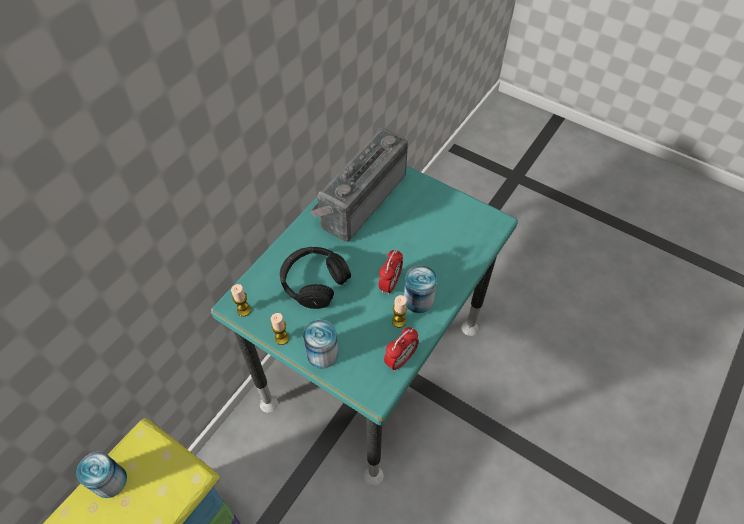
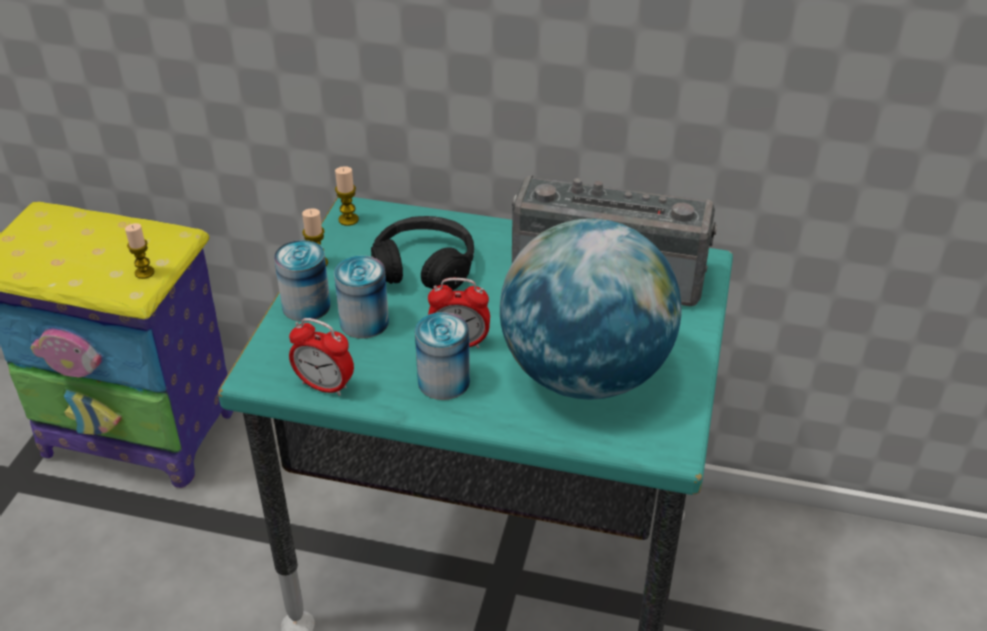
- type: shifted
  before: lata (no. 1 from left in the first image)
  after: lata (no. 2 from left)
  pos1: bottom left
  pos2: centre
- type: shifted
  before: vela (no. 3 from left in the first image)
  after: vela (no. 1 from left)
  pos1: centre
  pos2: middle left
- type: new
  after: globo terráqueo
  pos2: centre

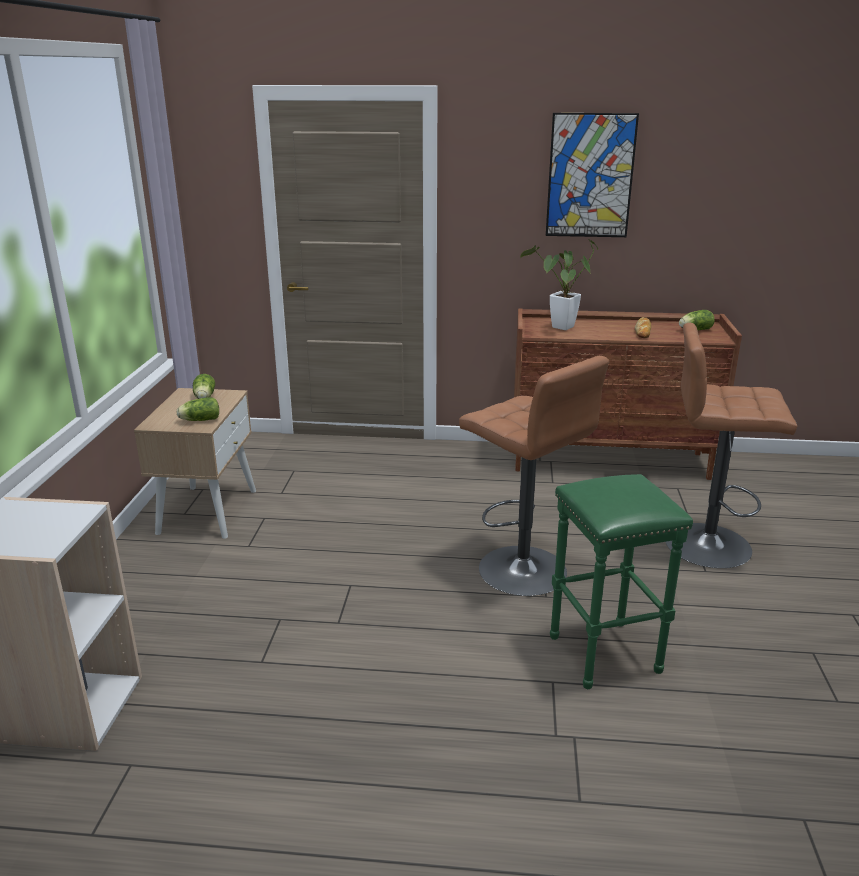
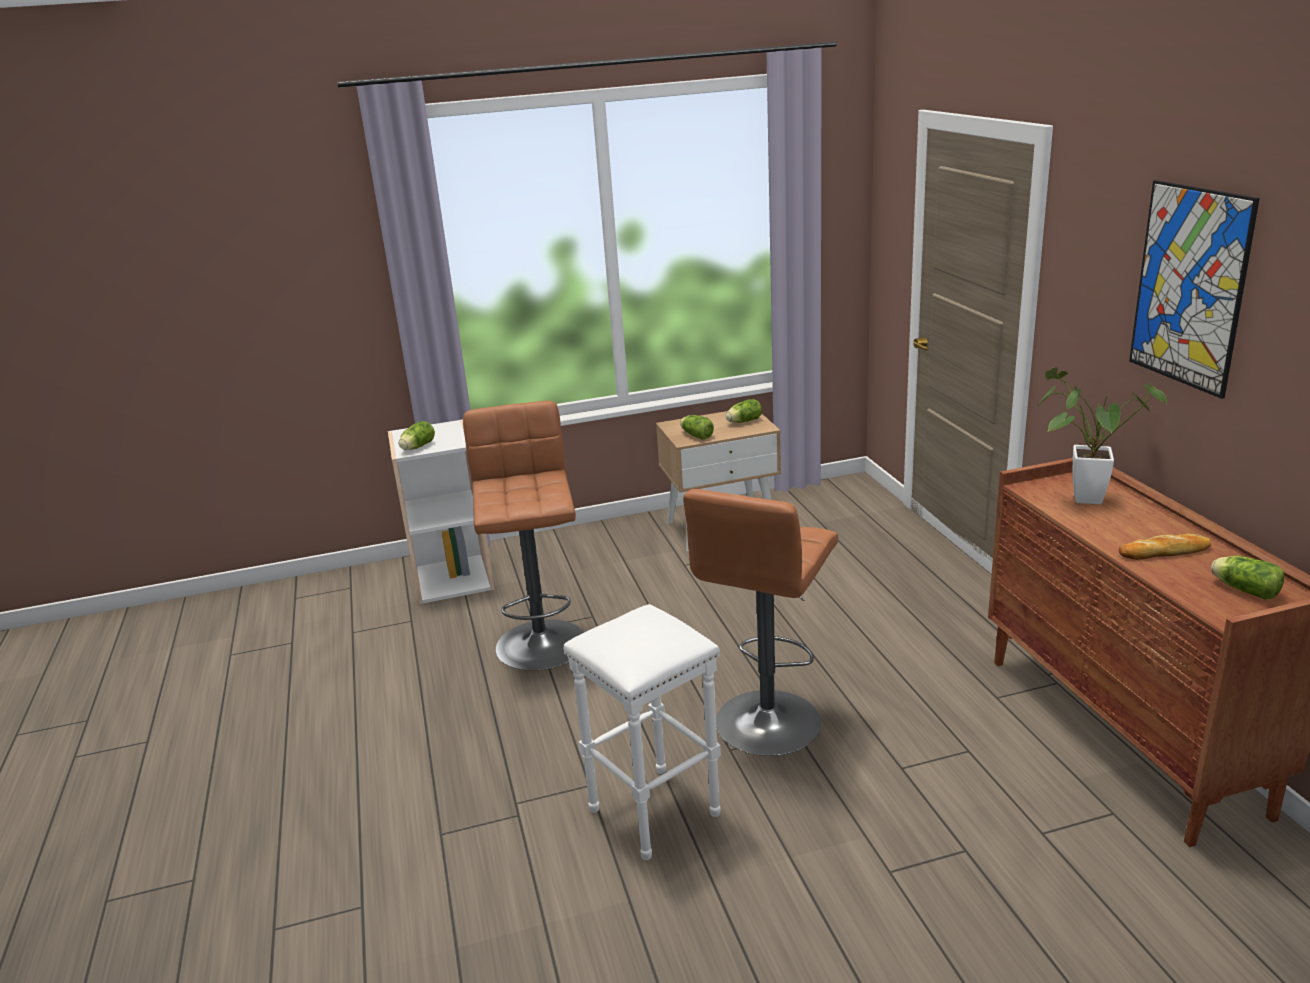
- type: repainted
  before: taburete [verde]
  after: taburete [blanco]
  pos1: middle right
  pos2: bottom centre
- type: shifted
  before: taburete [marrón] (no. 2 from left in the first image)
  after: taburete [marrón] (no. 1 from left)
  pos1: middle right
  pos2: centre
- type: new
  after: lechuga (no. 1 from left)
  pos2: middle left

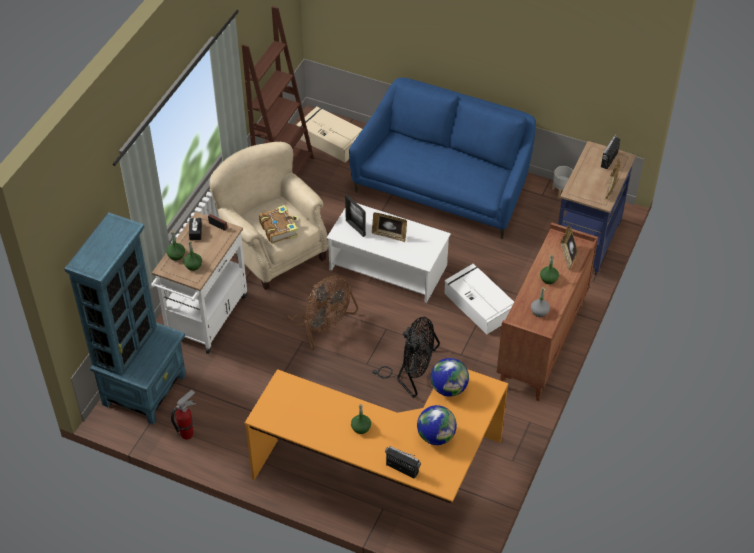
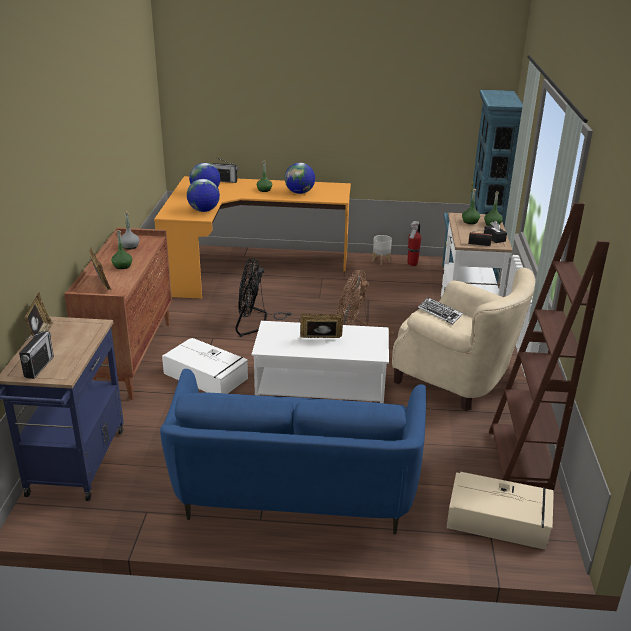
- type: swapped
  before: libro
  after: teclado
  pos1: centre
  pos2: middle right
- type: gone
  before: portarretratos (no. 1 from left)
  pos1: centre
- type: shifted
  before: maceta [gris]
  pos1: top right
  pos2: centre
- type: new
  after: globo terráqueo (no. 3 from left)
  pos2: top centre

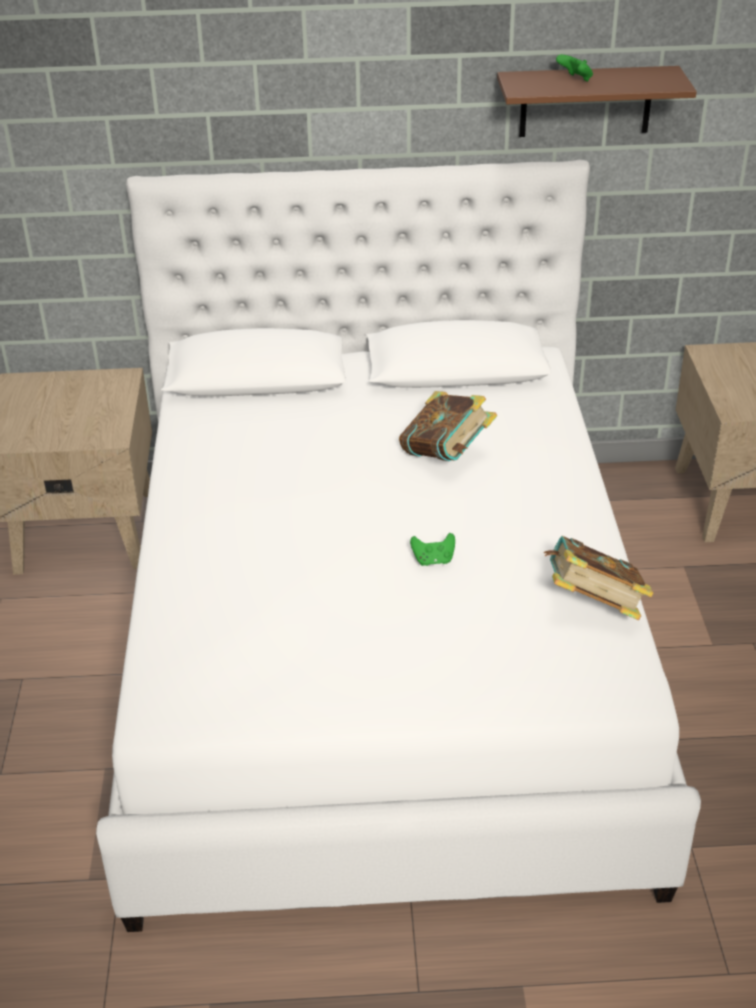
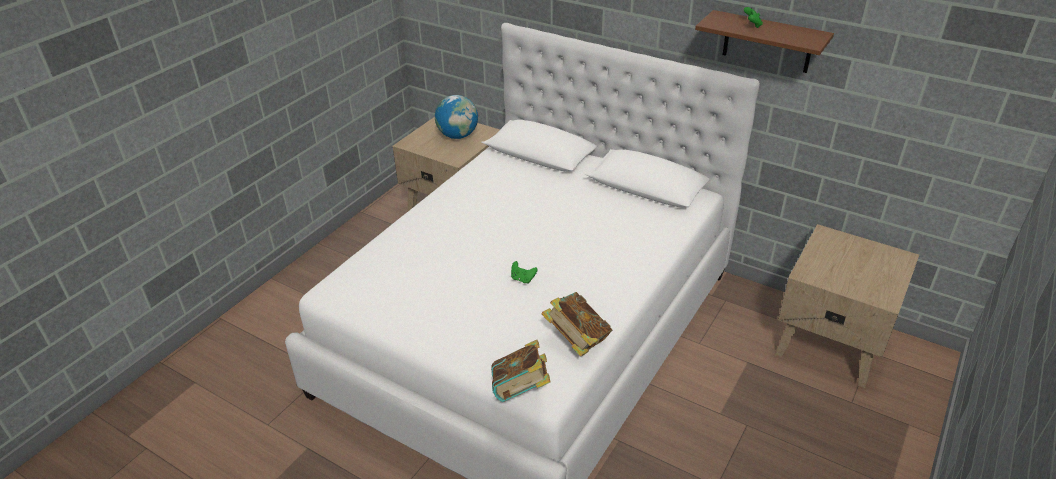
- type: shifted
  before: libro (no. 1 from left)
  pos1: centre
  pos2: bottom centre
- type: new
  after: globo terráqueo
  pos2: top centre

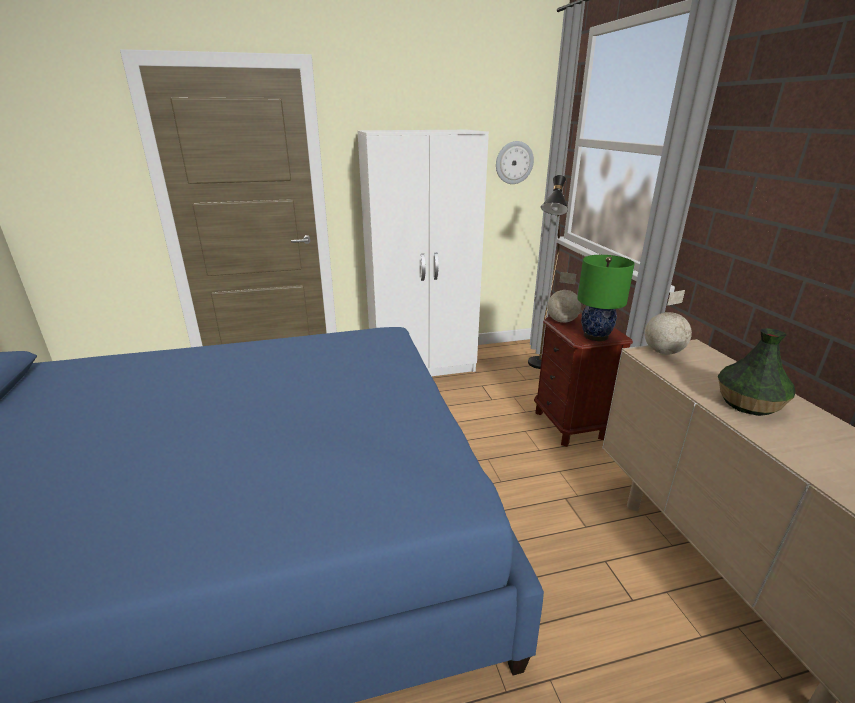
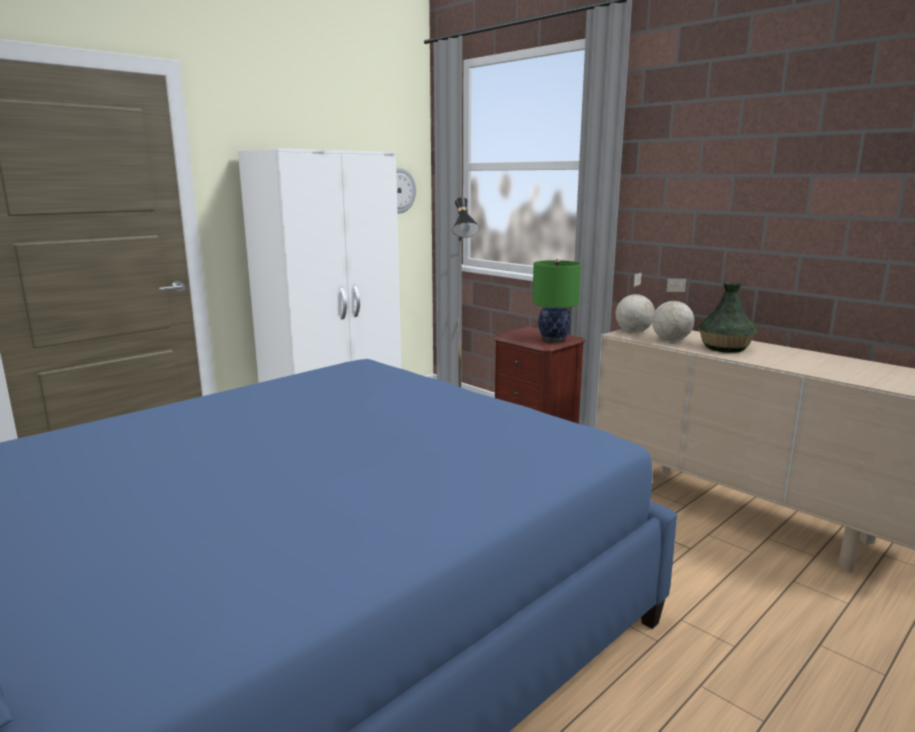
- type: shifted
  before: globo terráqueo (no. 1 from left in the first image)
  after: globo terráqueo (no. 2 from left)
  pos1: centre
  pos2: middle right

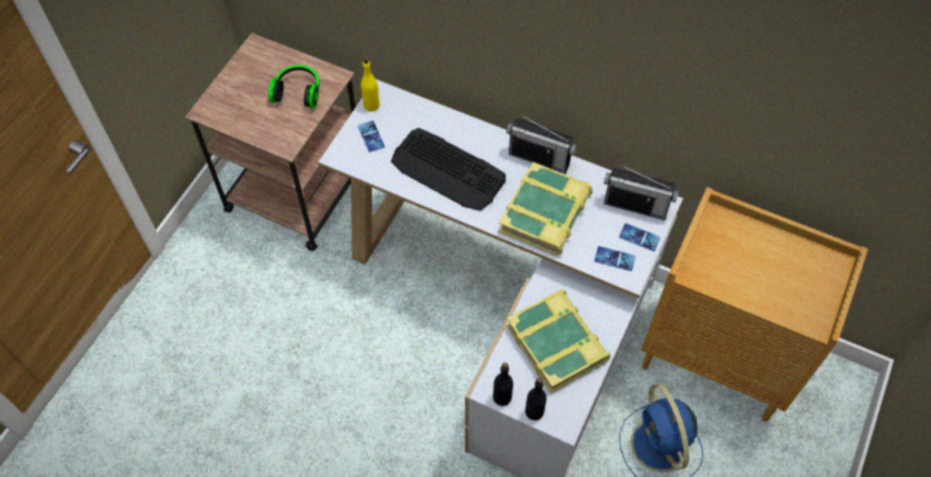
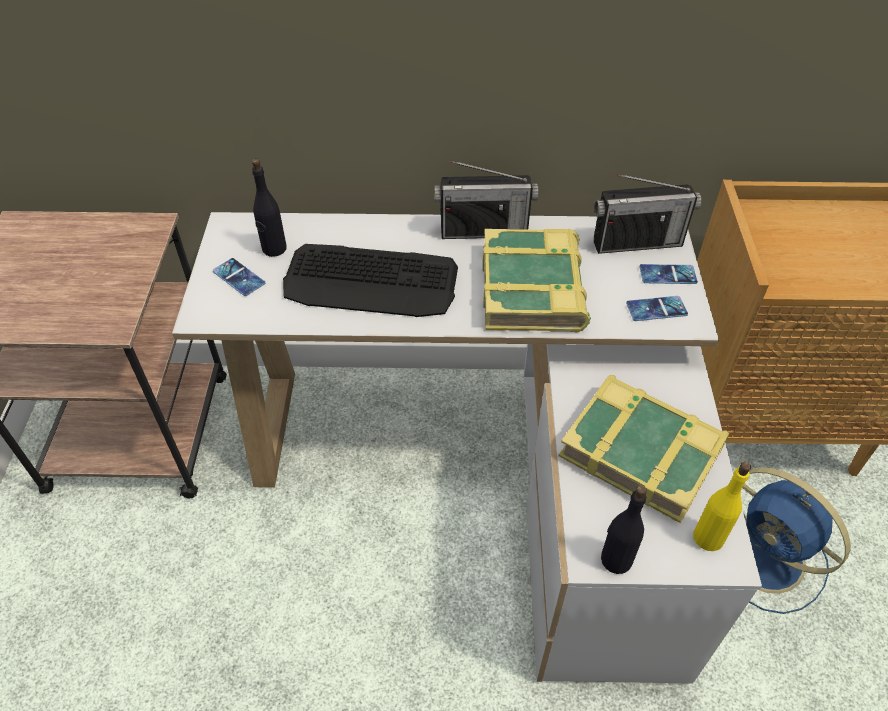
- type: gone
  before: auriculares
  pos1: top left
- type: shifted
  before: botella [amarillo]
  pos1: top centre
  pos2: bottom right
- type: shifted
  before: botella [negro] (no. 2 from left in the first image)
  after: botella [negro] (no. 1 from left)
  pos1: bottom centre
  pos2: top left

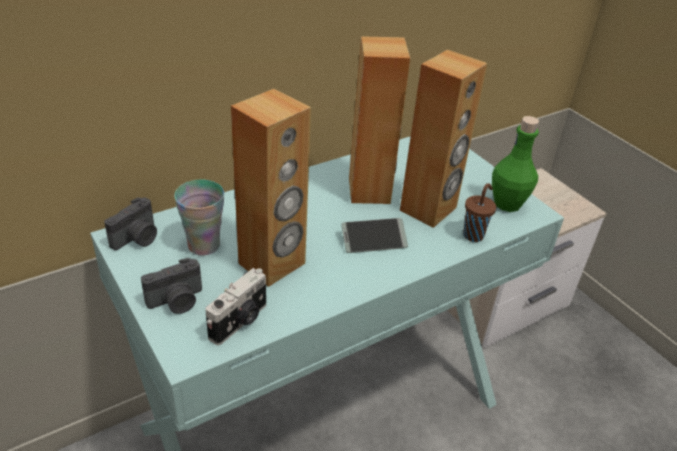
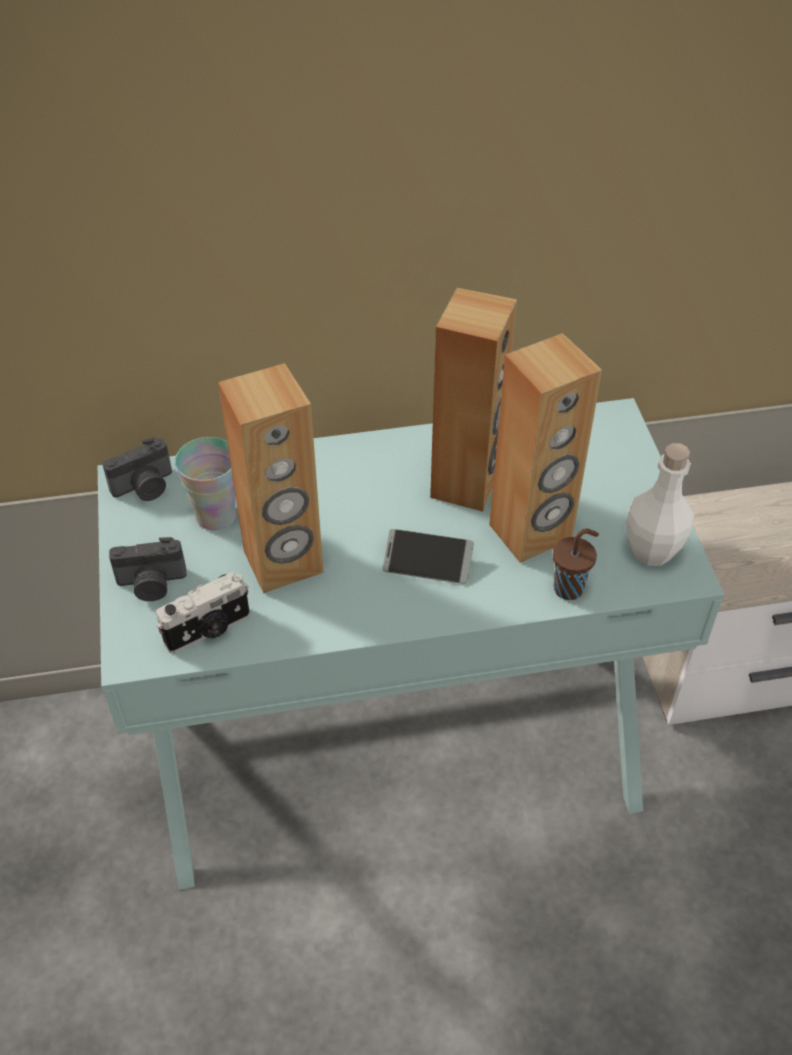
- type: repainted
  before: botella [verde]
  after: botella [blanco]
  pos1: middle right
  pos2: middle right

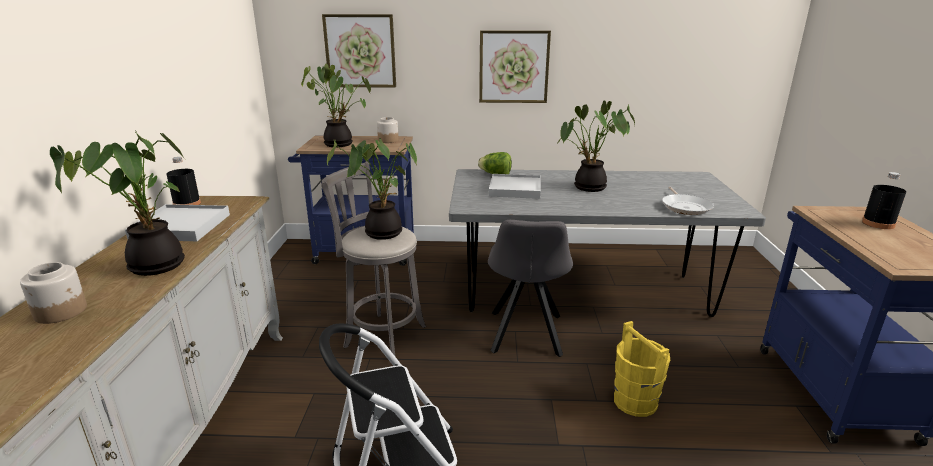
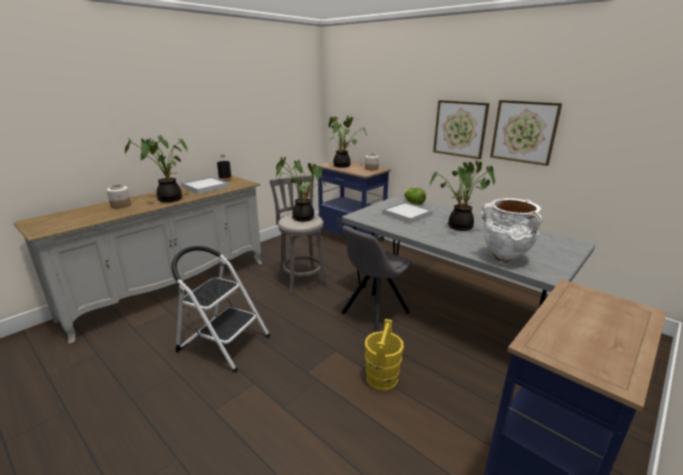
- type: shifted
  before: cuadro (no. 1 from left in the first image)
  after: cuadro (no. 2 from left)
  pos1: top centre
  pos2: top right
- type: swapped
  before: sartén
  after: florero [blanco]
  pos1: middle right
  pos2: middle right
- type: gone
  before: botella [negro] (no. 2 from left)
  pos1: middle right

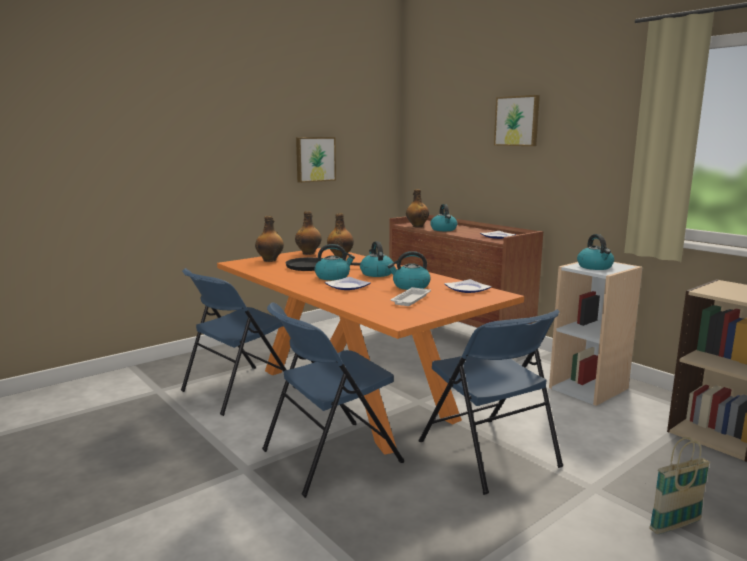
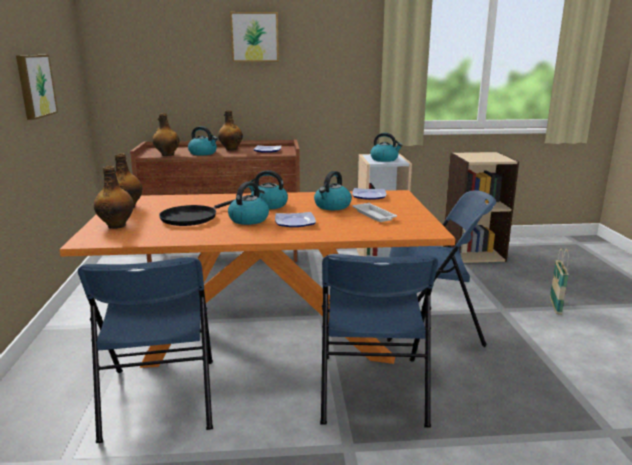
- type: shifted
  before: botella (no. 3 from left in the first image)
  after: botella (no. 4 from left)
  pos1: centre
  pos2: top centre

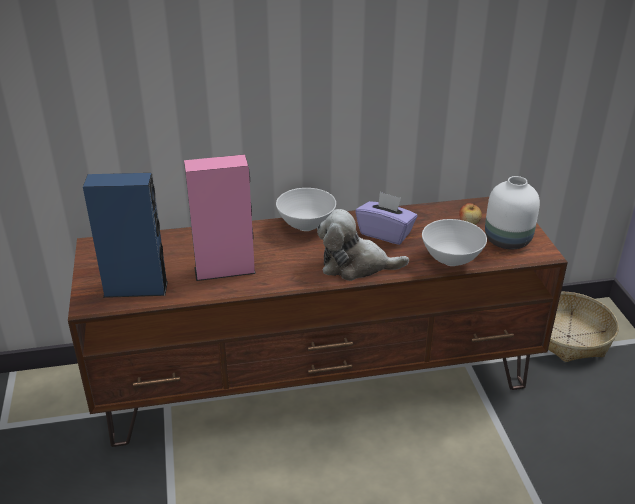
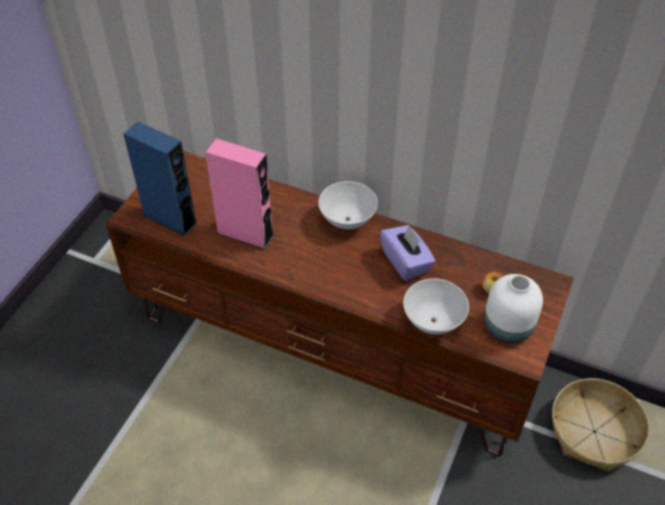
- type: gone
  before: peluche
  pos1: centre

